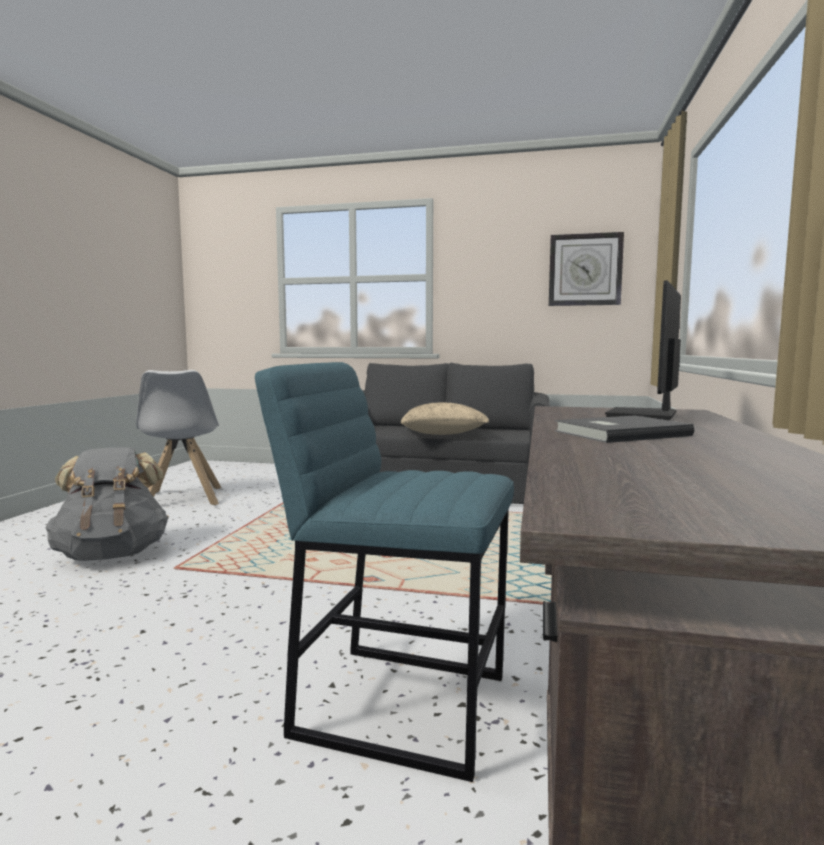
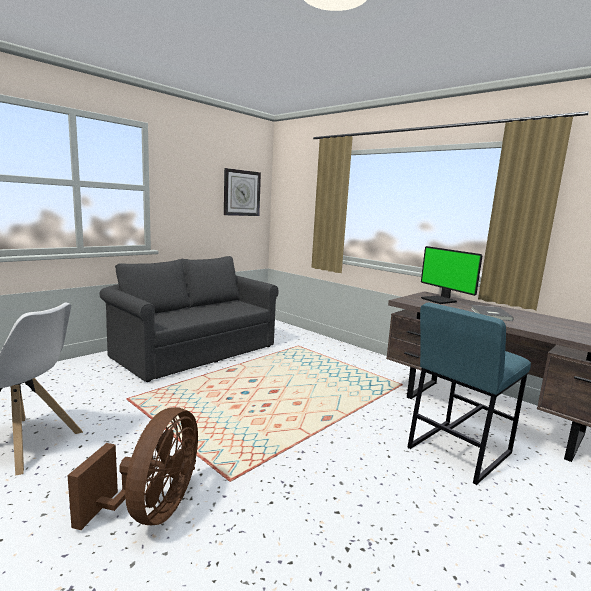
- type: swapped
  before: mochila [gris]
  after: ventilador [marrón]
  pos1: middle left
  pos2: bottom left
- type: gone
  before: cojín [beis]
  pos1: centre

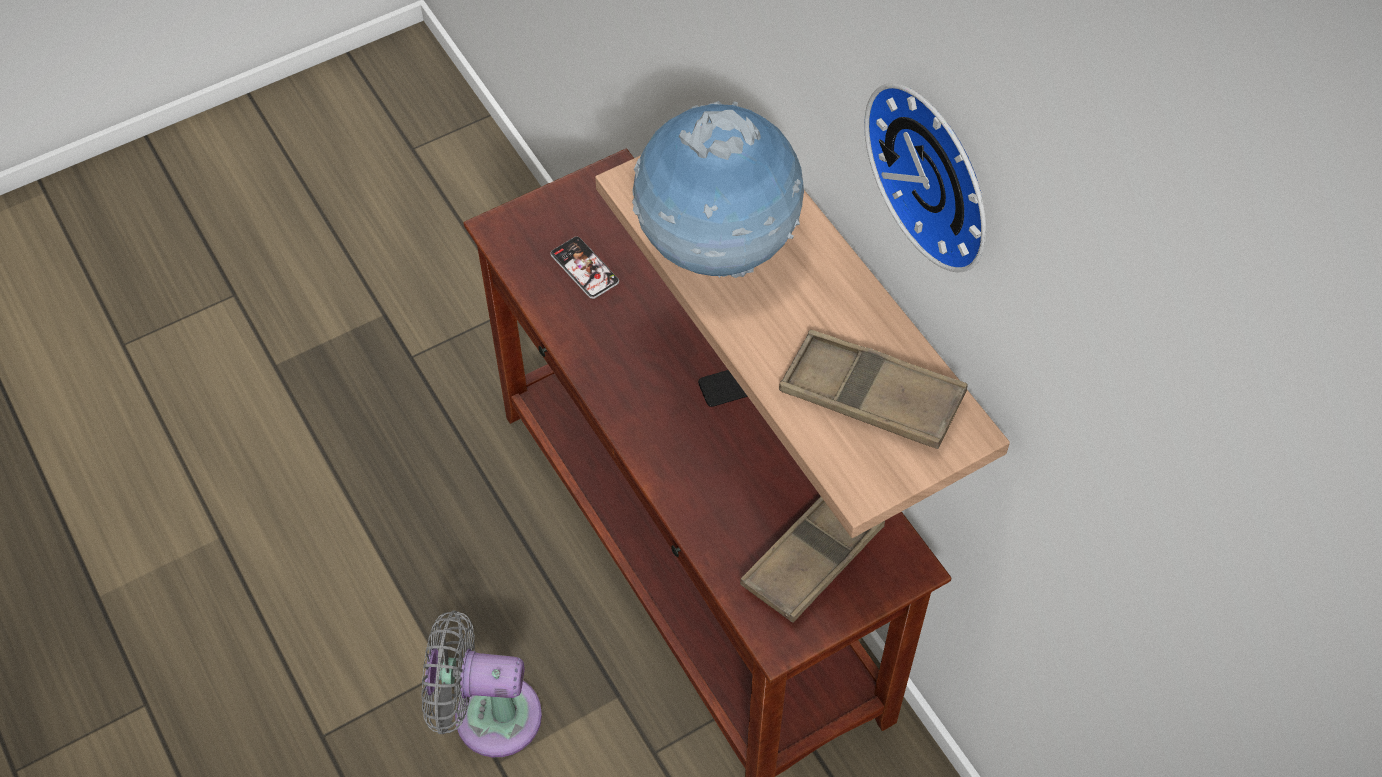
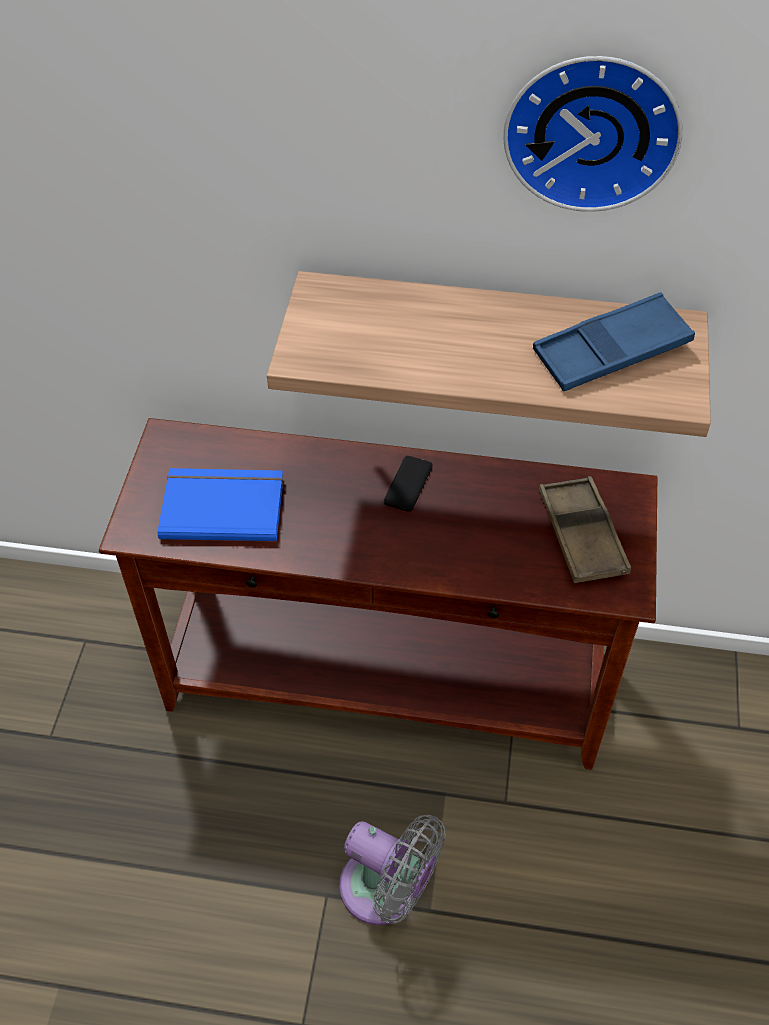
- type: rotated
  before: ventilador [gris]
  pos1: bottom centre
  pos2: bottom centre
  turn: -105
- type: swapped
  before: móvil (no. 1 from left)
  after: libro [azul]
  pos1: centre
  pos2: middle left
- type: gone
  before: globo terráqueo
  pos1: top centre
- type: repainted
  before: bandeja [marrón] (no. 2 from left)
  after: bandeja [azul]
  pos1: centre
  pos2: top right

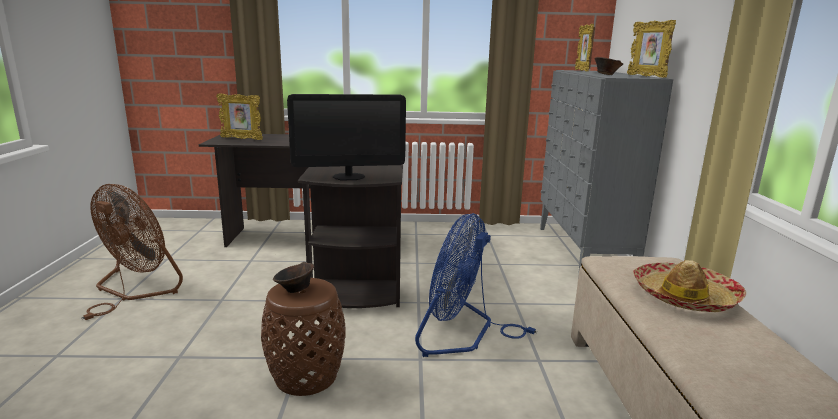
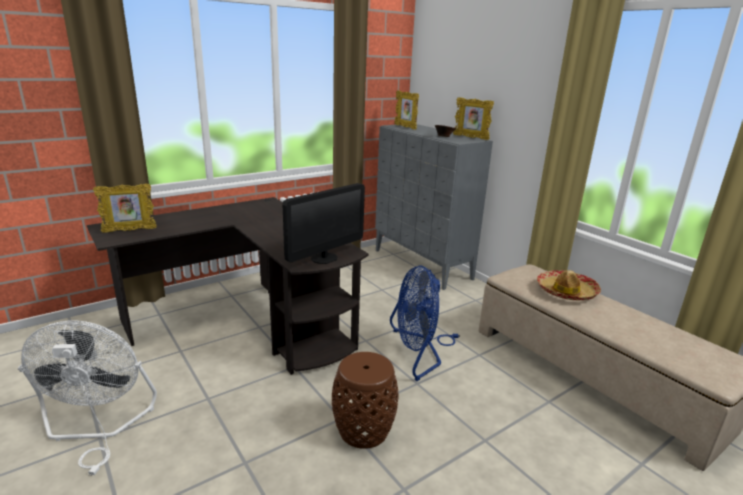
- type: repainted
  before: ventilador [marrón]
  after: ventilador [blanco]
  pos1: middle left
  pos2: bottom left
- type: gone
  before: cuenco [marrón] (no. 1 from left)
  pos1: centre

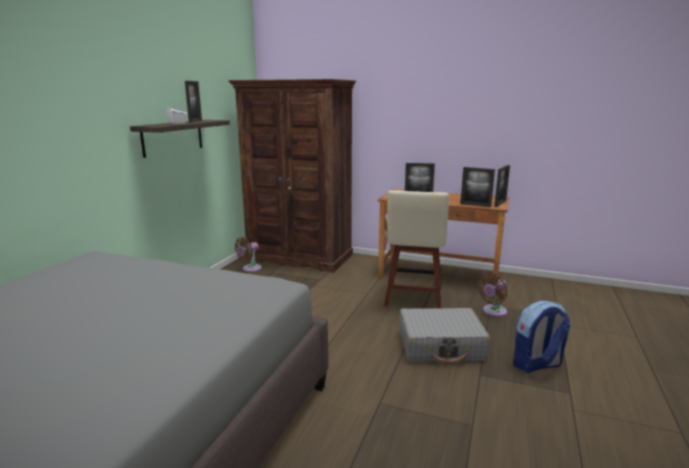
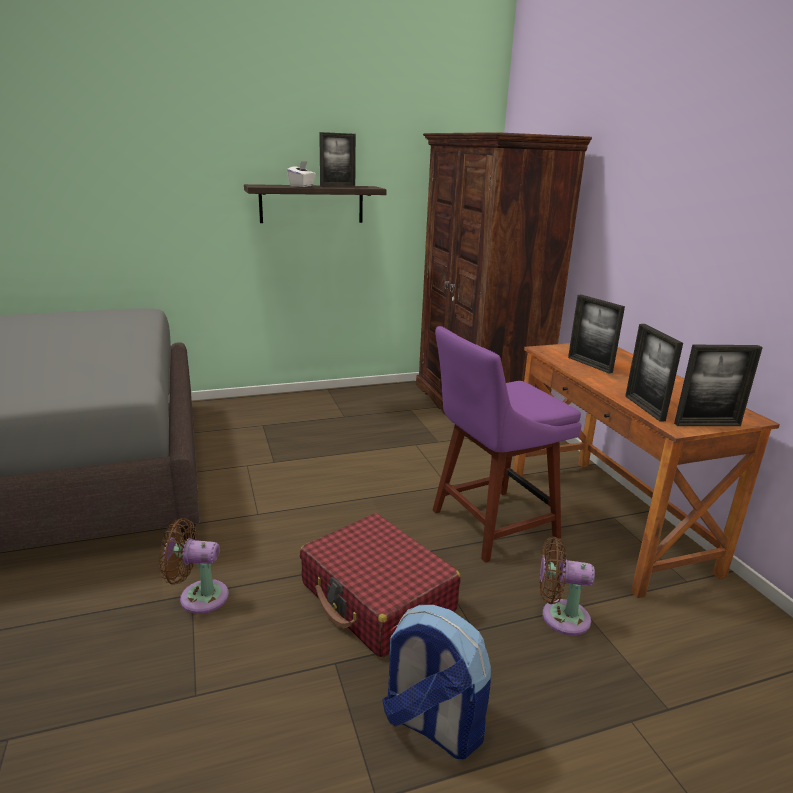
- type: shifted
  before: ventilador [marrón] (no. 1 from left)
  pos1: centre
  pos2: bottom left
- type: repainted
  before: taburete [beis]
  after: taburete [morado]
  pos1: centre
  pos2: centre
- type: repainted
  before: maleta [gris]
  after: maleta [rojo]
  pos1: bottom centre
  pos2: bottom centre

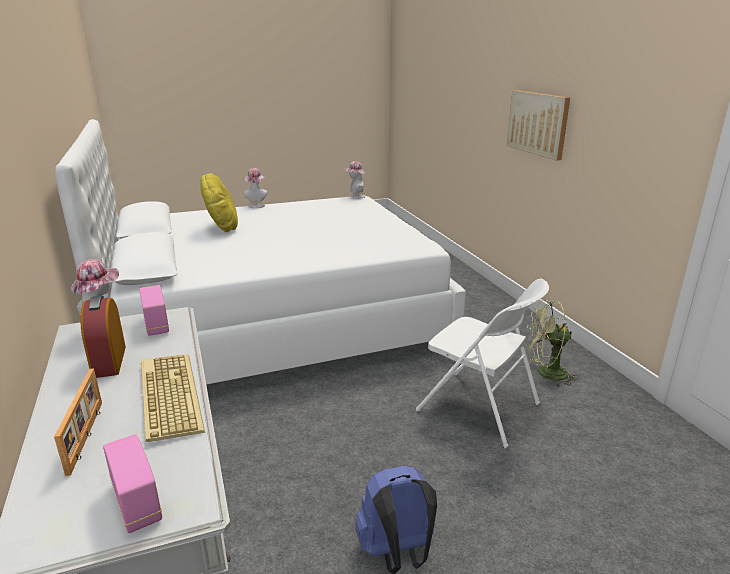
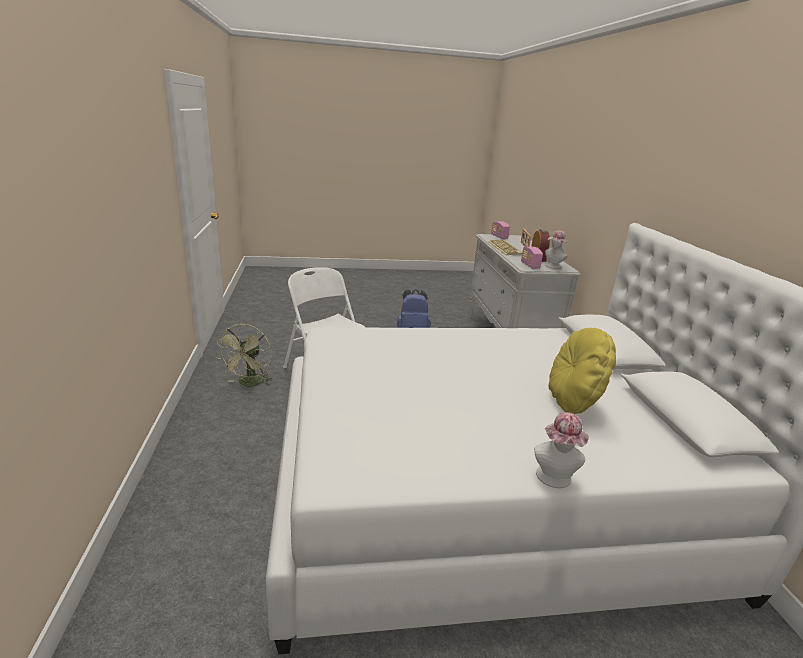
- type: gone
  before: sombrero (no. 3 from left)
  pos1: top centre
- type: gone
  before: cuadro
  pos1: top right
- type: rotated
  before: ventilador [verde]
  pos1: middle right
  pos2: middle left
  turn: 90

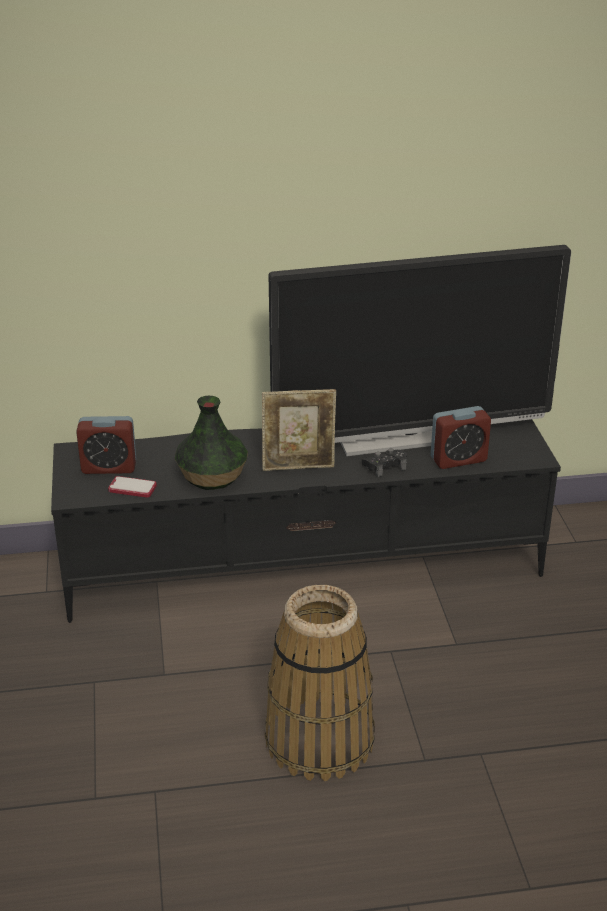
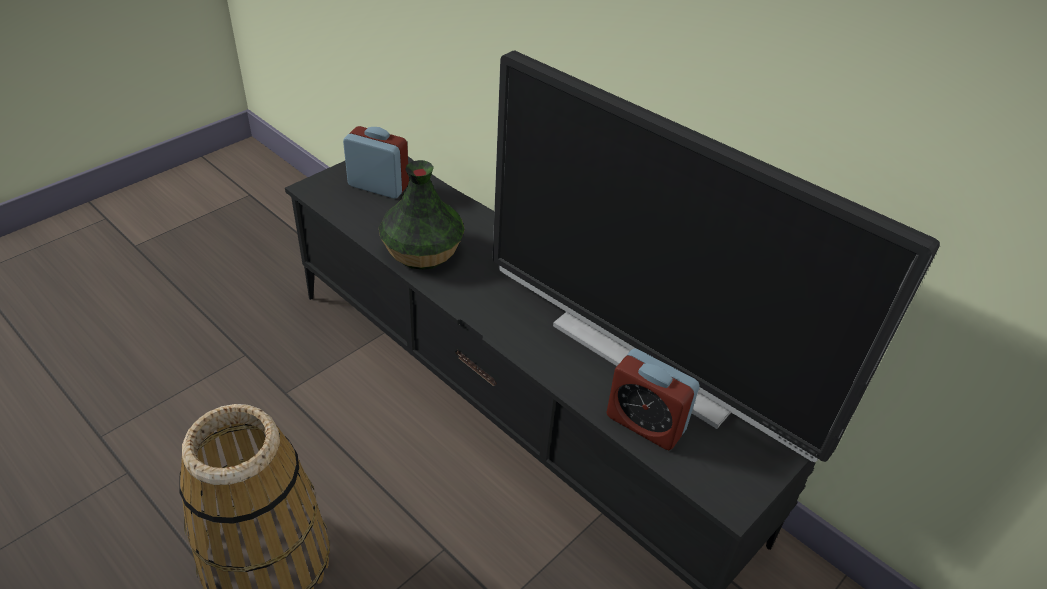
- type: rotated
  before: despertador (no. 1 from left)
  pos1: middle left
  pos2: top centre
  turn: 150
- type: gone
  before: móvil
  pos1: middle left
- type: gone
  before: portarretratos
  pos1: centre
- type: gone
  before: mando de consola [negro]
  pos1: centre

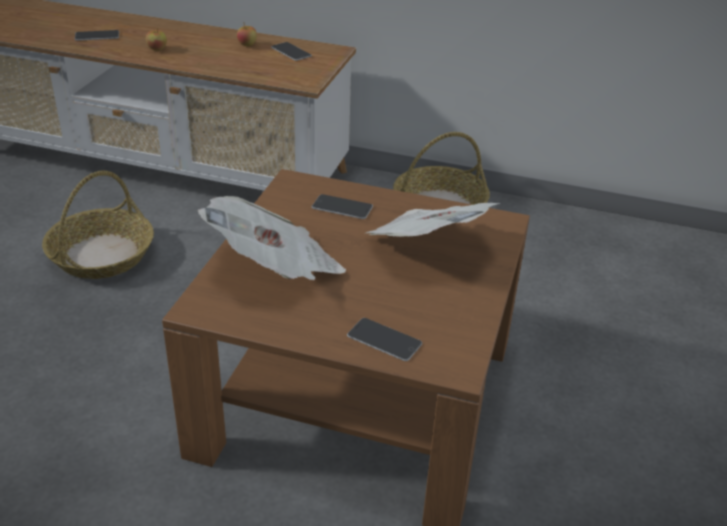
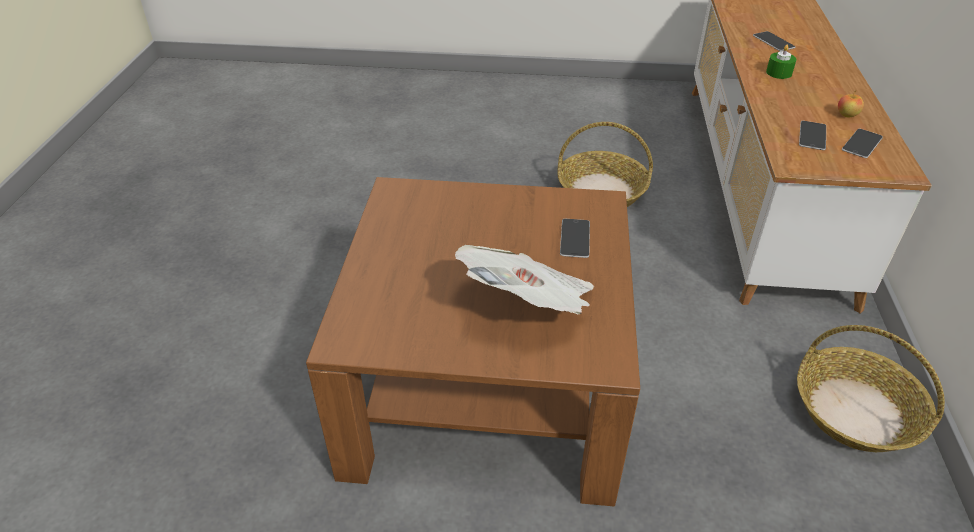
- type: swapped
  before: manzana (no. 1 from left)
  after: vela [verde]
  pos1: top left
  pos2: top right
- type: gone
  before: periódico (no. 1 from left)
  pos1: centre
- type: shifted
  before: móvil (no. 4 from left in the first image)
  after: móvil (no. 3 from left)
  pos1: centre
  pos2: top right

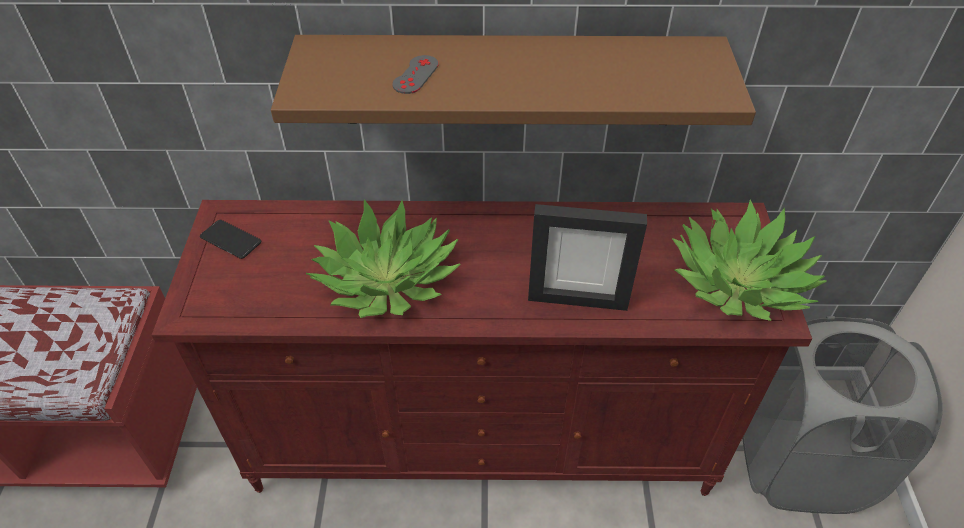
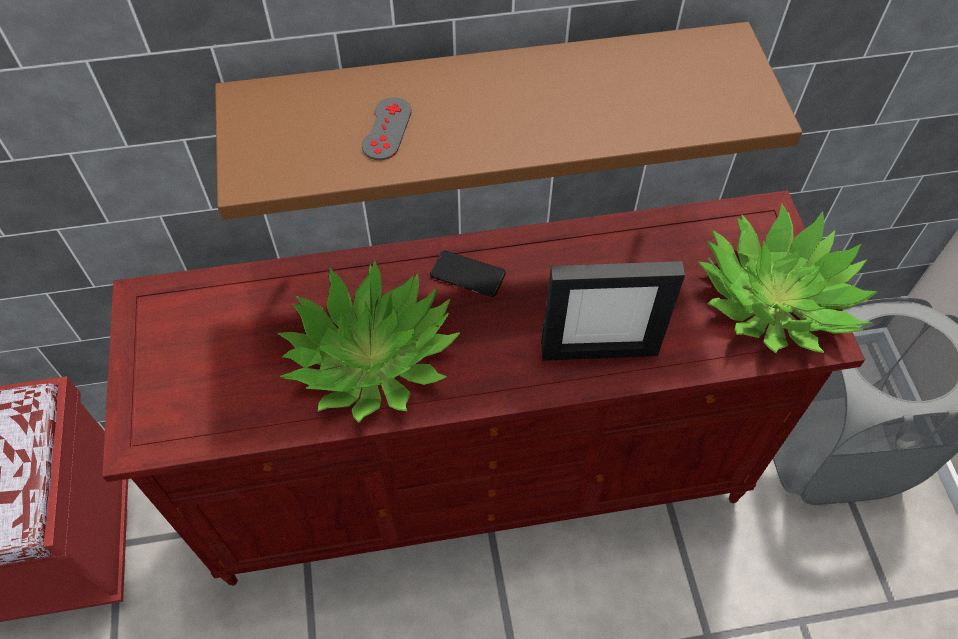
- type: shifted
  before: móvil
  pos1: middle left
  pos2: centre

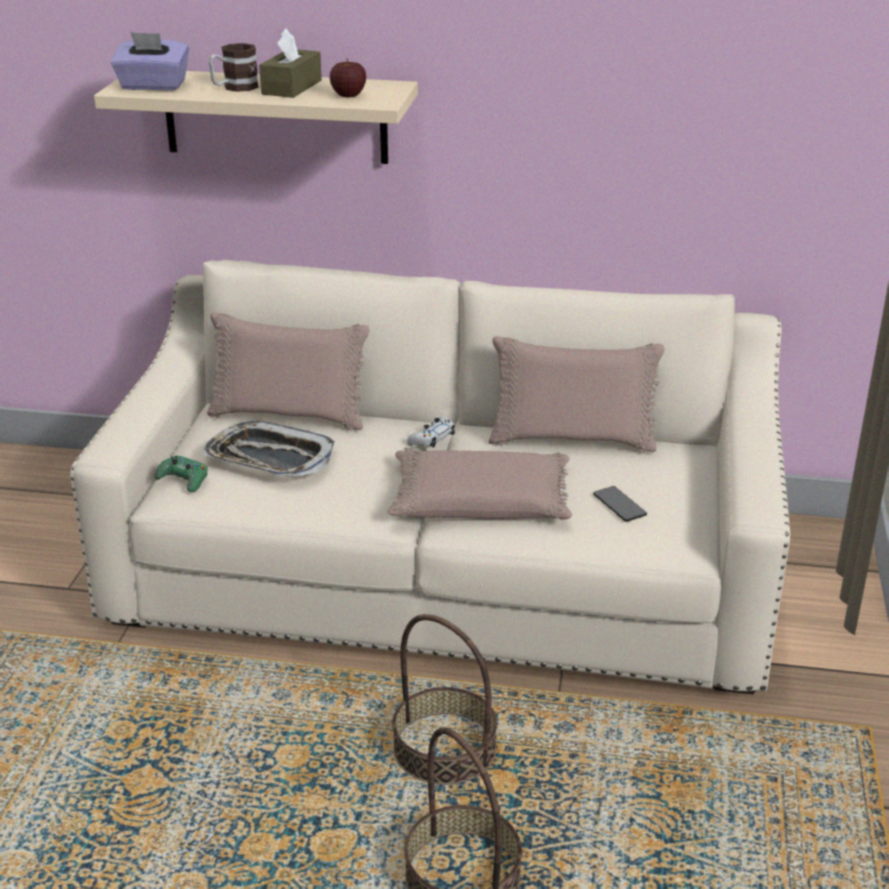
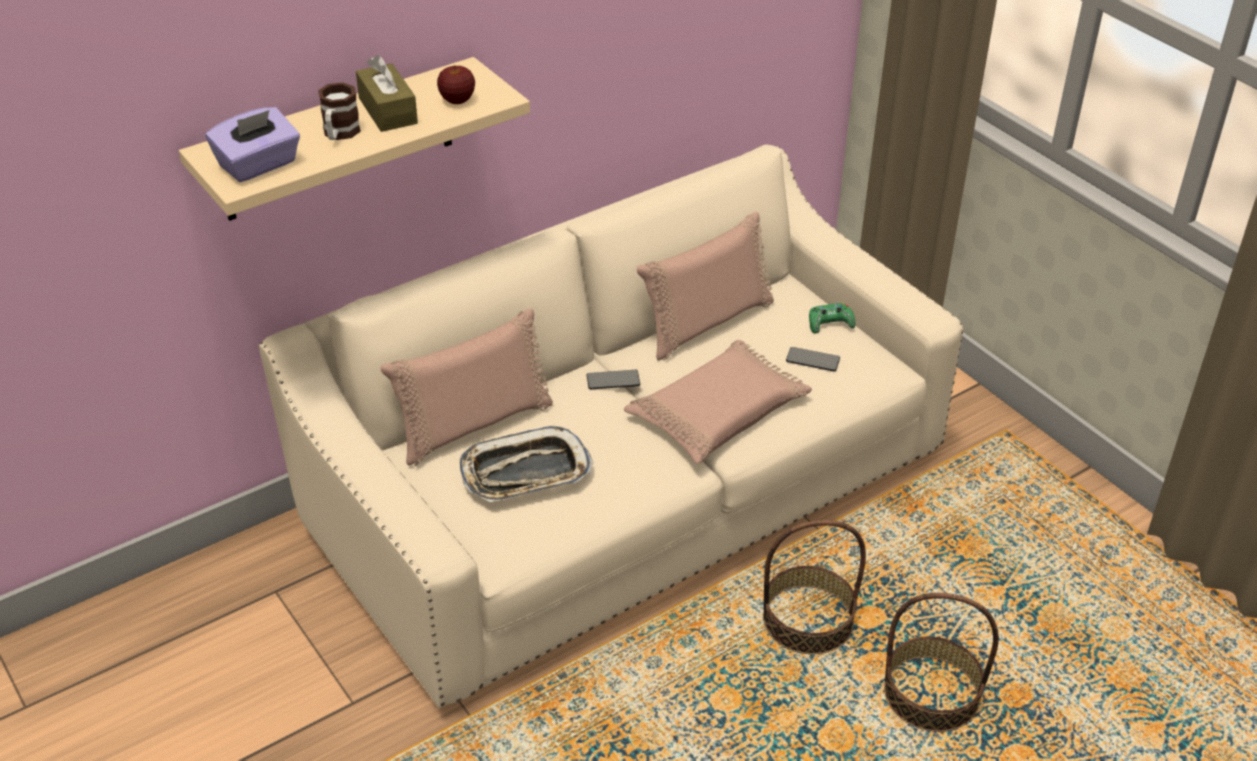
- type: shifted
  before: mando de consola [verde]
  pos1: middle left
  pos2: centre
- type: swapped
  before: mando de consola [blanco]
  after: móvil (no. 1 from left)
  pos1: centre
  pos2: centre

